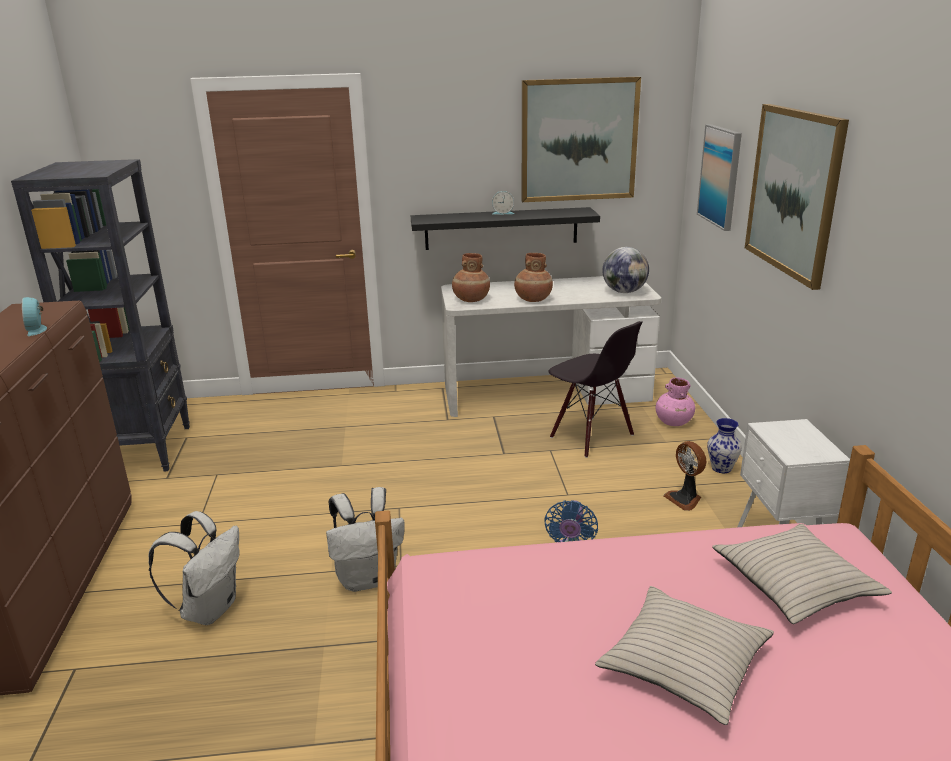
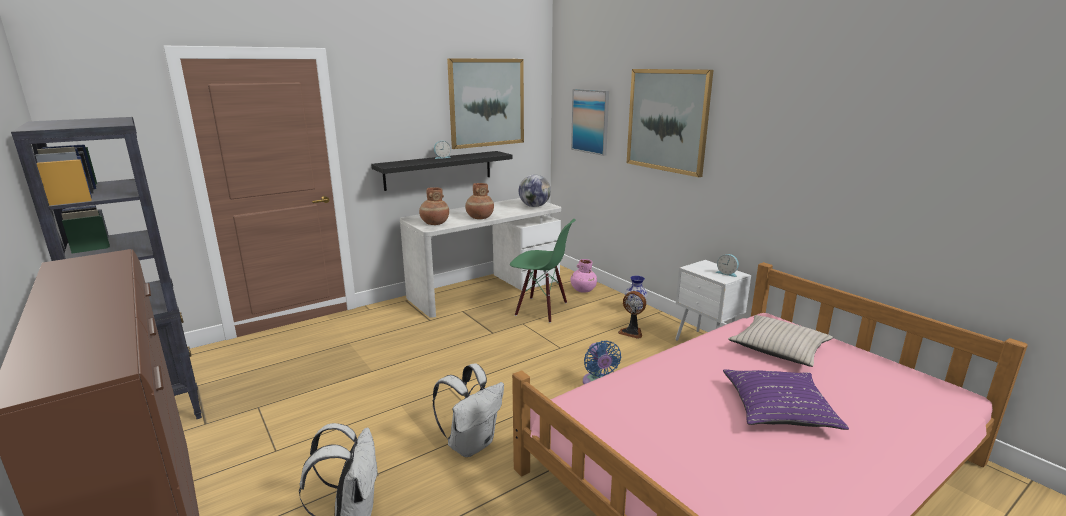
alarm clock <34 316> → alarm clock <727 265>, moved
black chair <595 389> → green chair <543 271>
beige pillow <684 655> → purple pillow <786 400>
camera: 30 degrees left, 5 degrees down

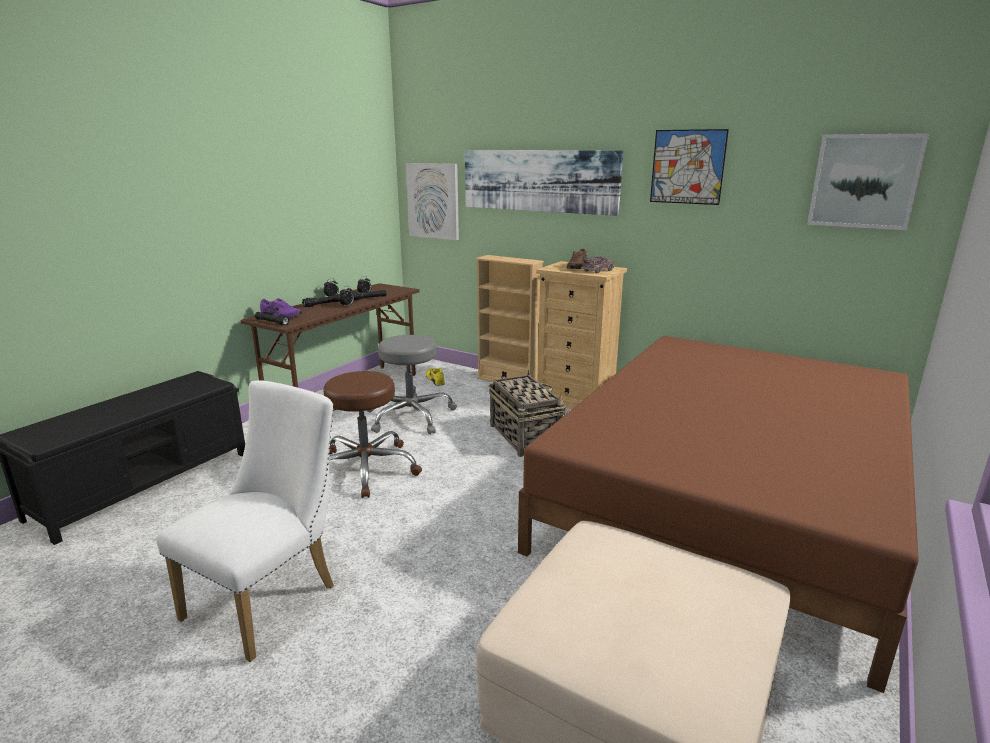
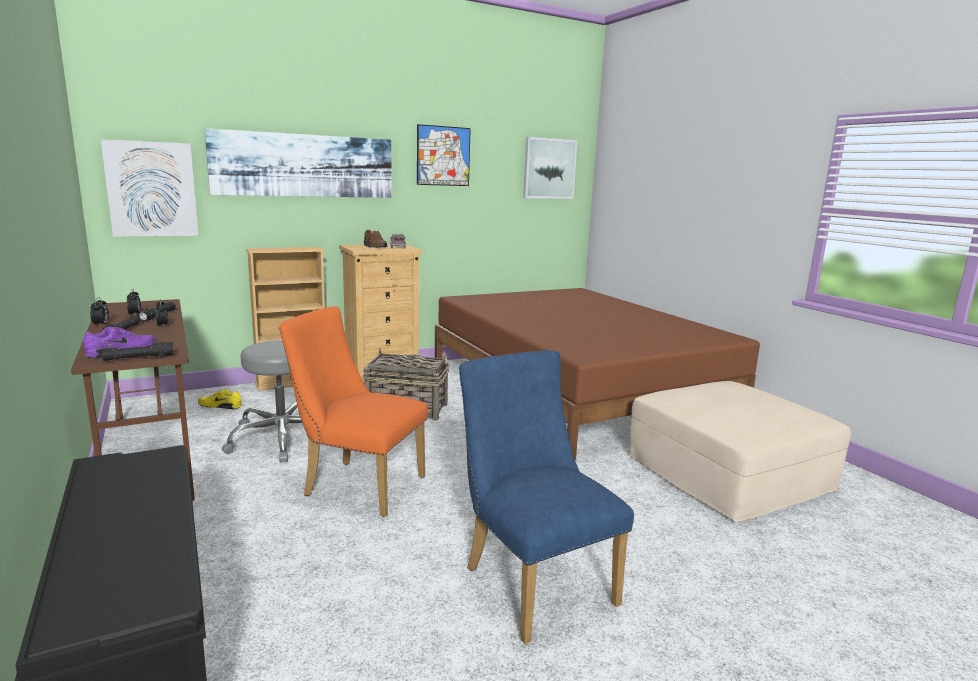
brown stool <372 434> → orange chair <353 411>
white chair <245 521> → blue chair <546 497>
camera: 60 degrees left, 5 degrees down

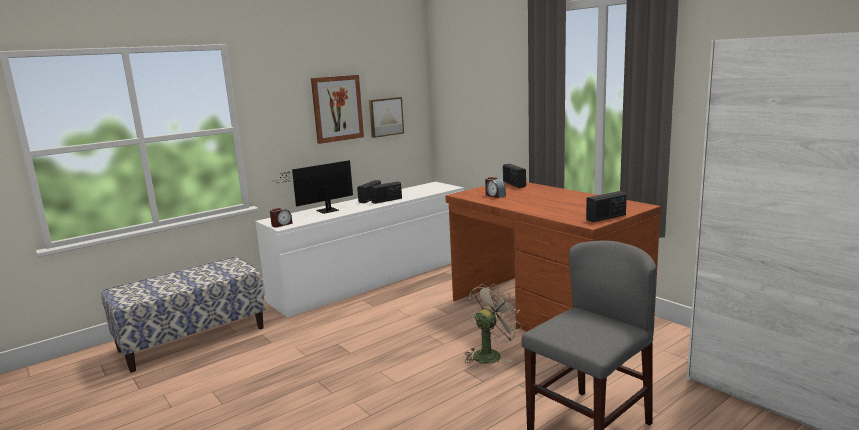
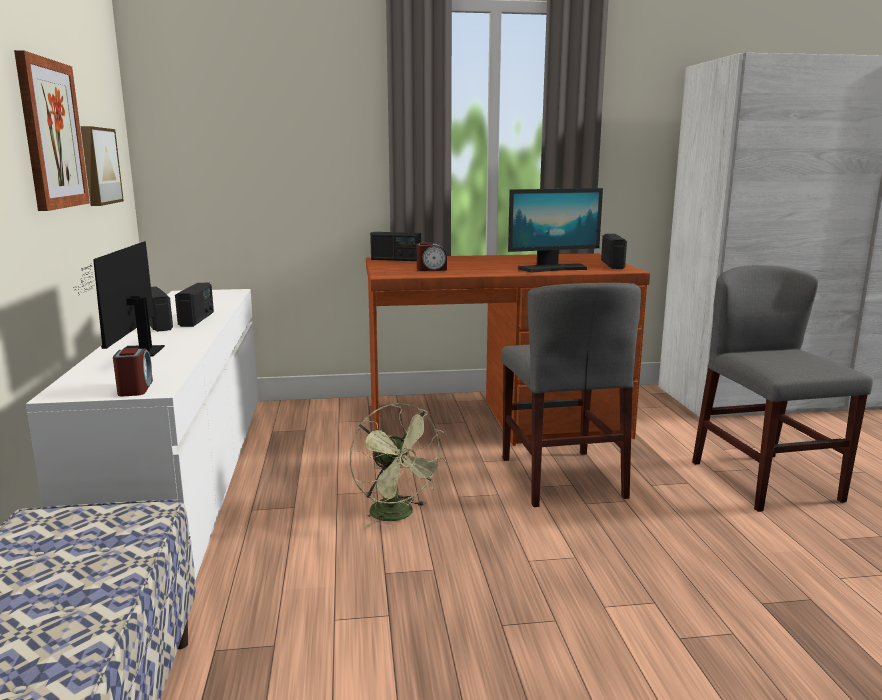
- → green fan <398 466>
- → monitor <555 230>
beige fan <493 324> → grey chair <571 395>
camera: 60 degrees left, 0 degrees up

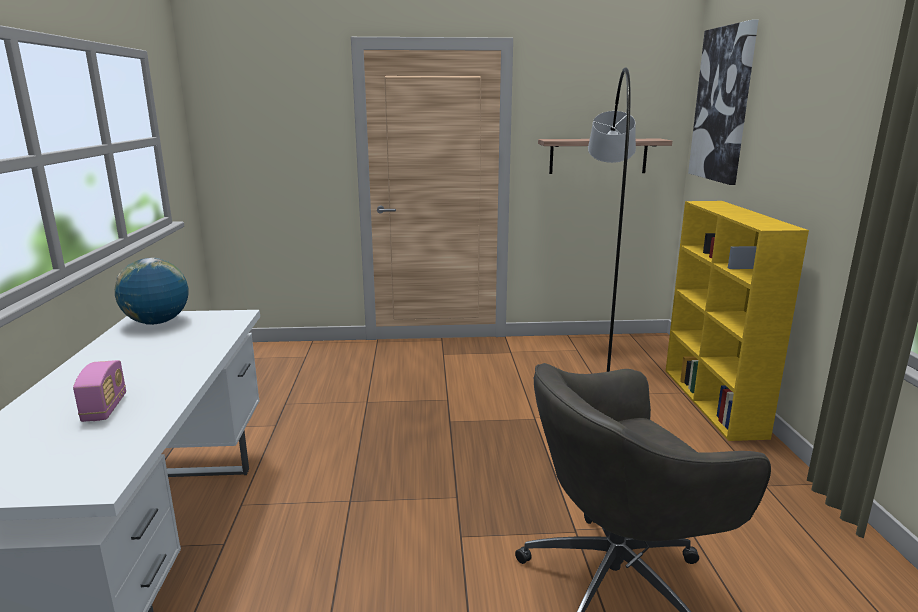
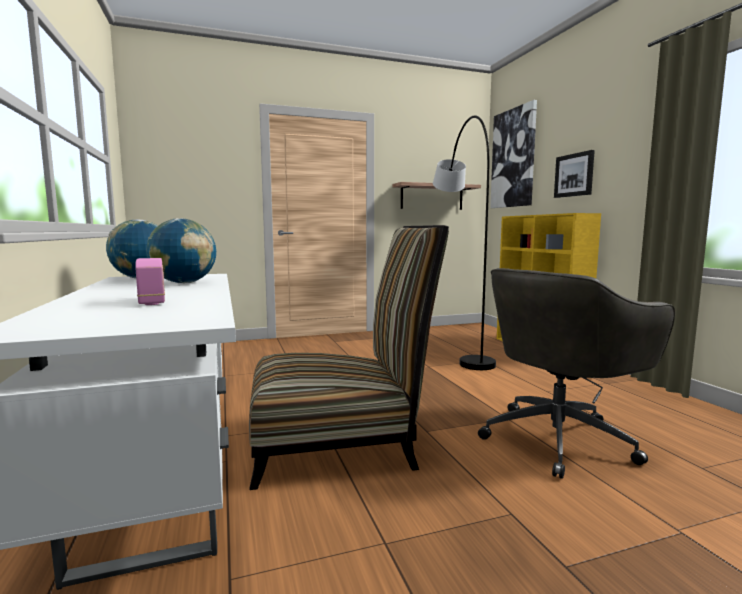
- → globe <181 250>
- → chair <349 357>
- → picture <574 174>
camera: 15 degrees left, 10 degrees down

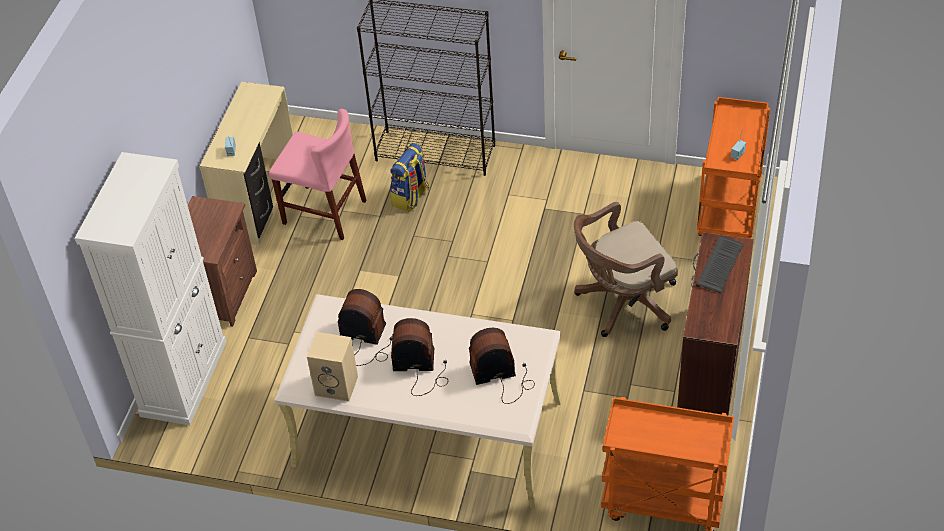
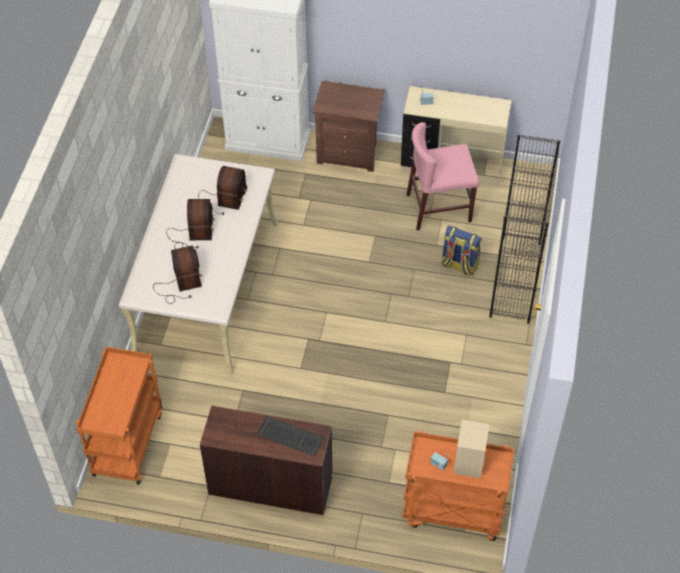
brown office chair <626 269> → -
beige speaker <332 367> → beige speaker <471 449>, moved
pink chair <318 174> → pink chair <443 176>, 60 degrees clockwise
camera: 85 degrees right, 5 degrees up

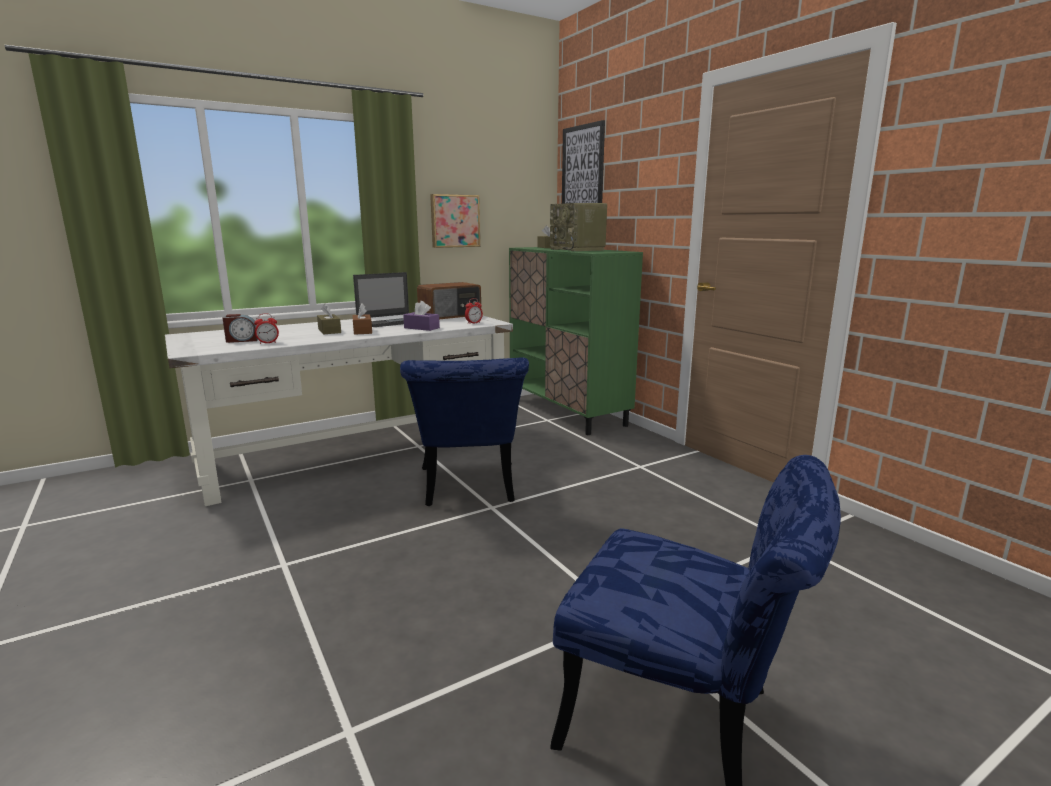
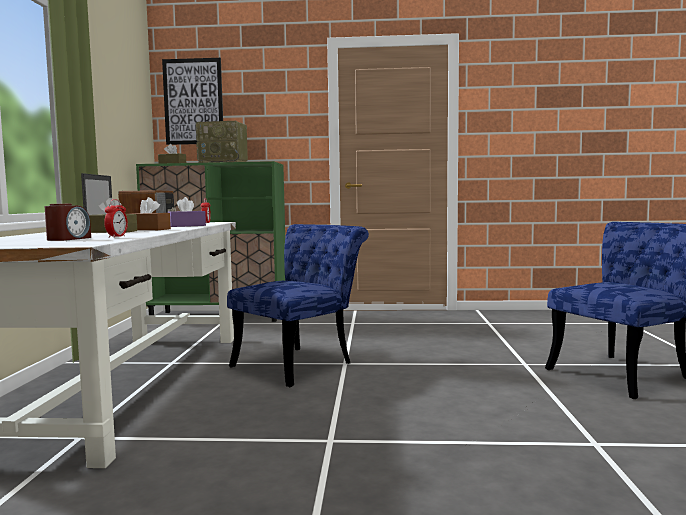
picture <455 221> → -
blue chair <464 432> → blue chair <298 305>, 75 degrees counterclockwise
camera: 55 degrees left, 10 degrees down

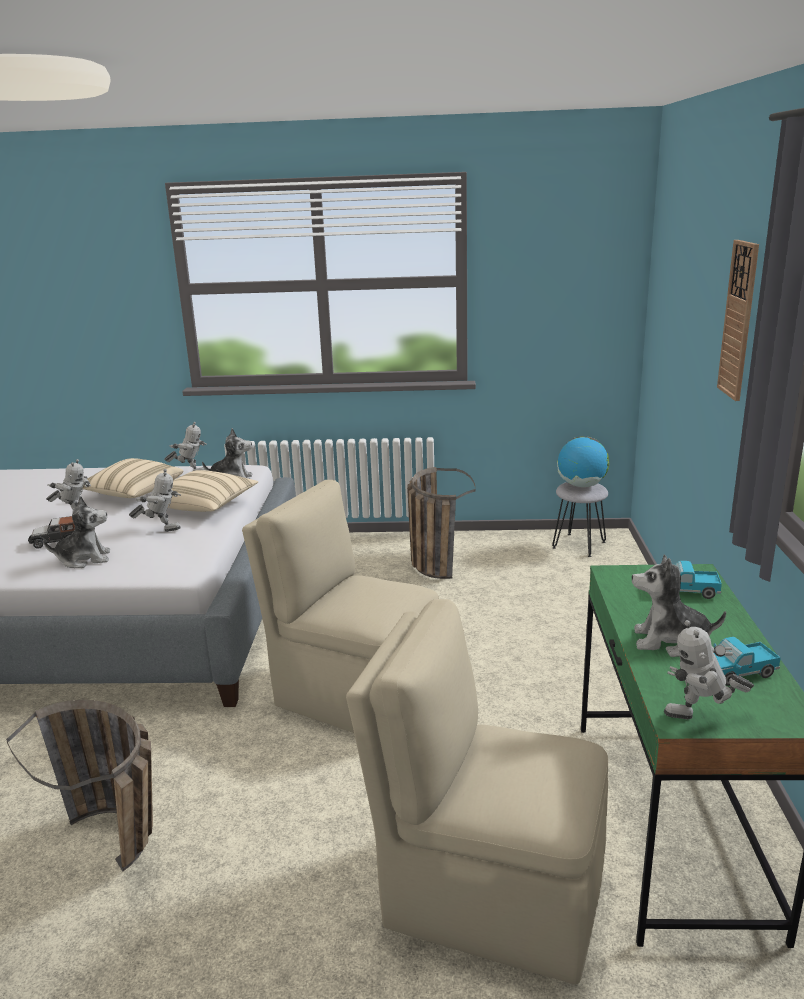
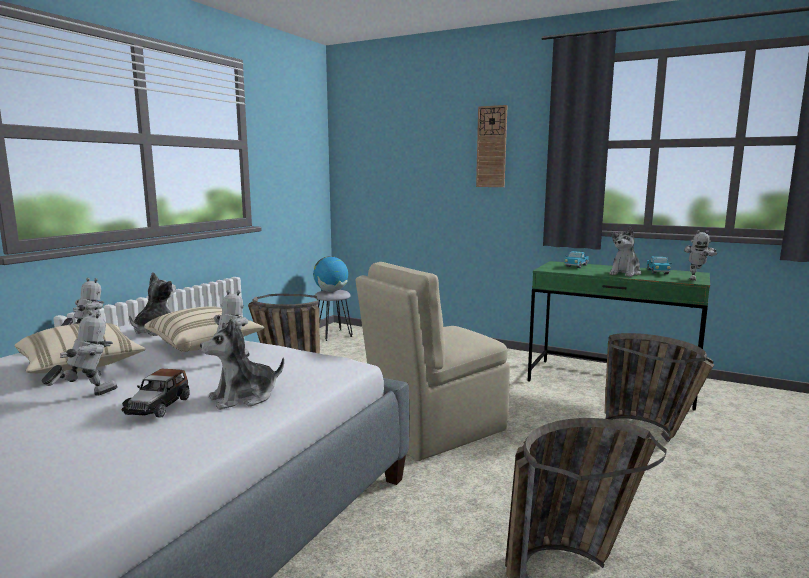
beige chair <477 792> → basket <659 387>
plush toy <76 532> → plush toy <242 364>, 135 degrees counterclockwise
camera: 65 degrees left, 10 degrees down

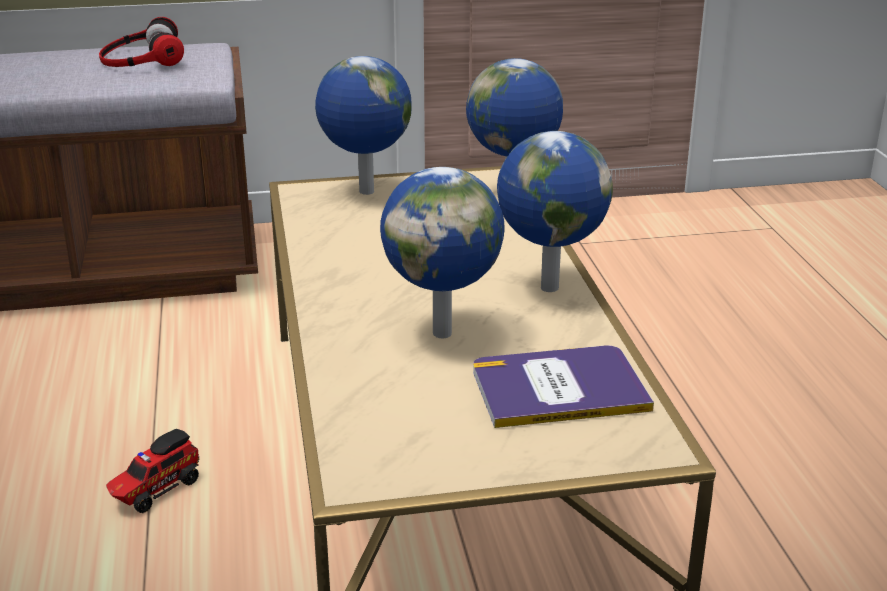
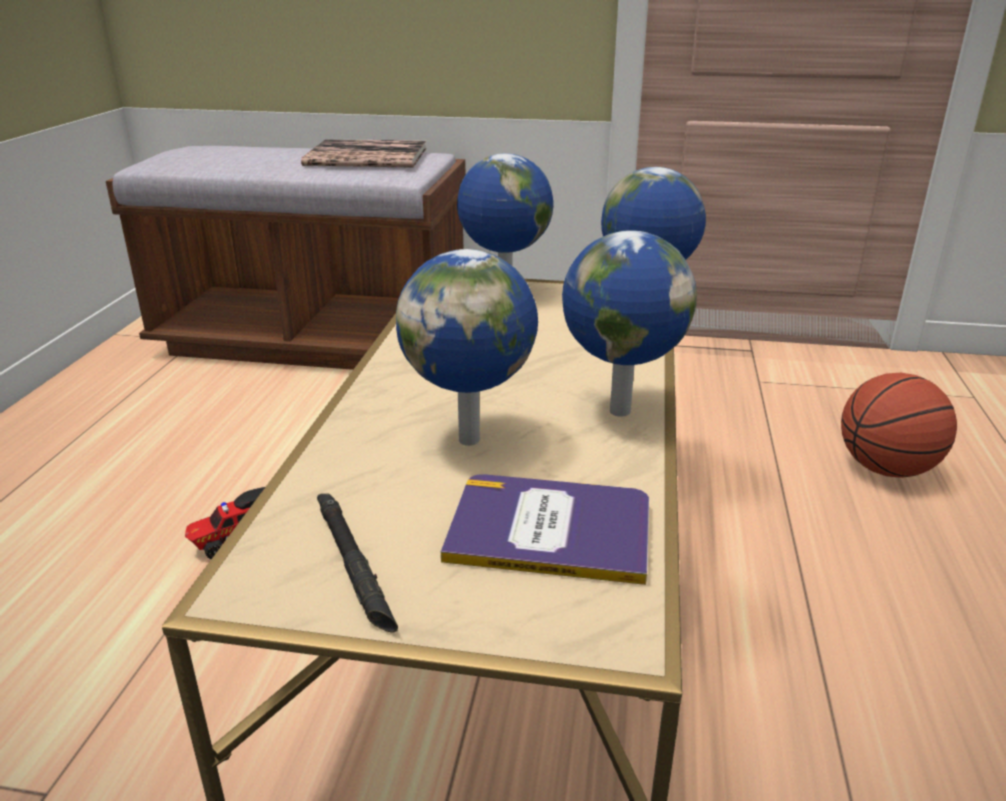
- → black flashlight <357 563>
- → basketball <899 425>
headphones <141 42> → book <364 153>
camera: 20 degrees right, 0 degrees up

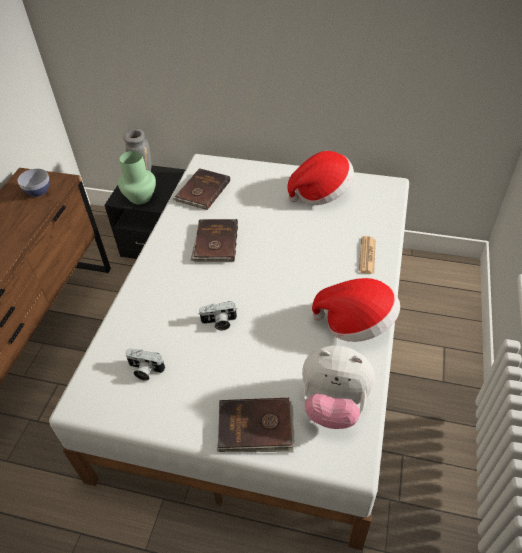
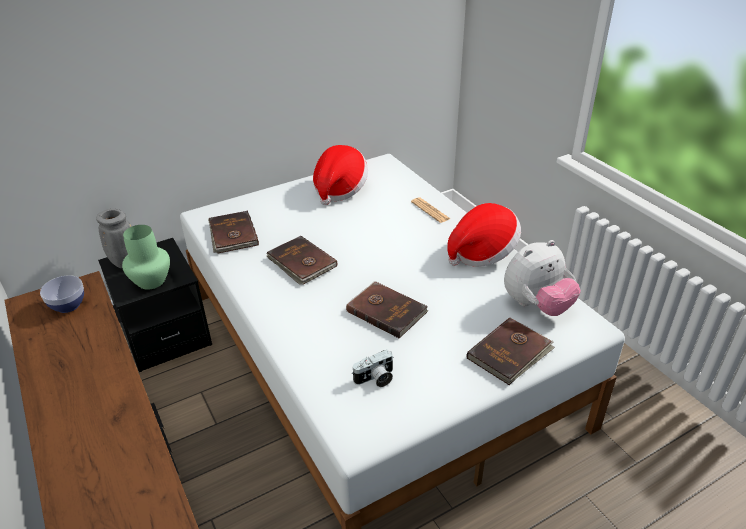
photo camera <217 316> → brown book <387 310>
camera: 45 degrees left, 10 degrees down

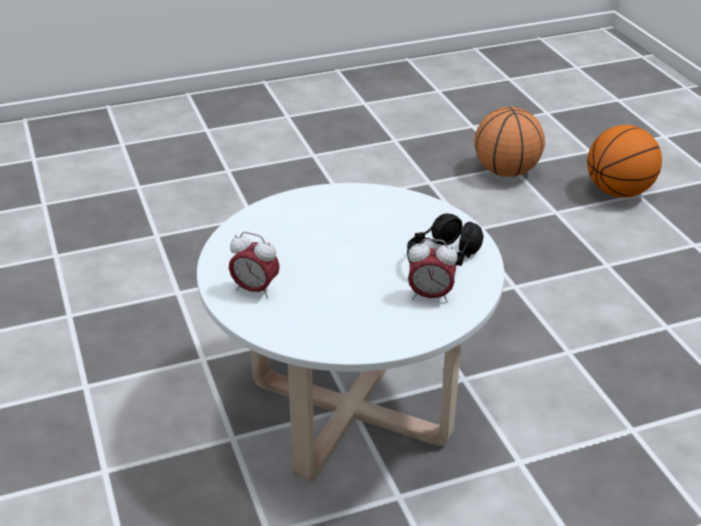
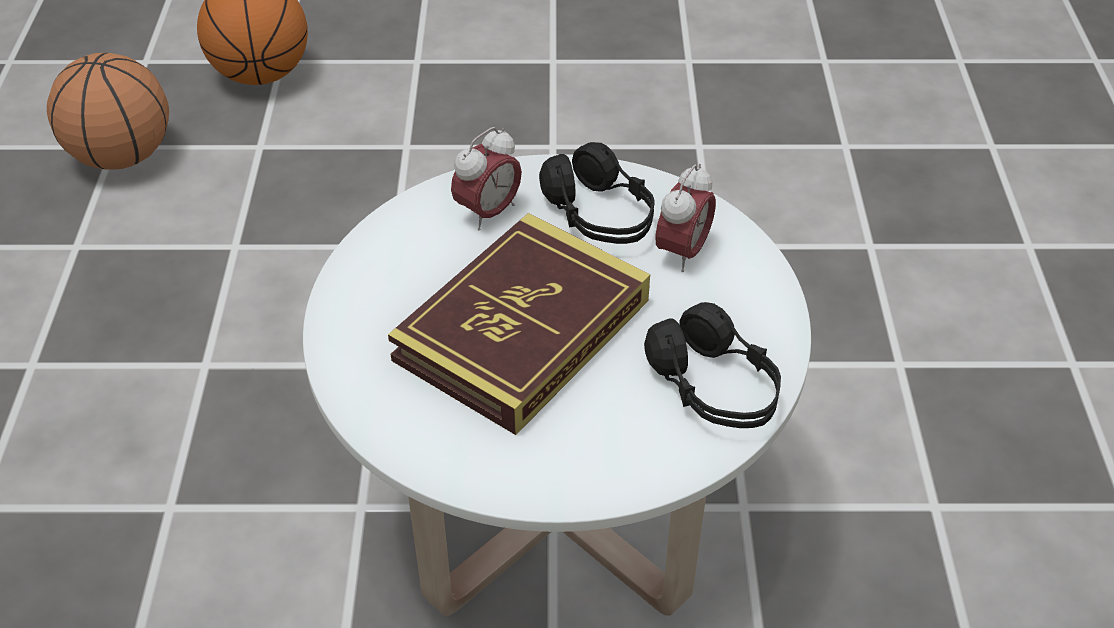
- → book <519 324>
- → black headphones <712 365>
alarm clock <254 265> → alarm clock <486 178>, moved
camera: 70 degrees left, 10 degrees up

